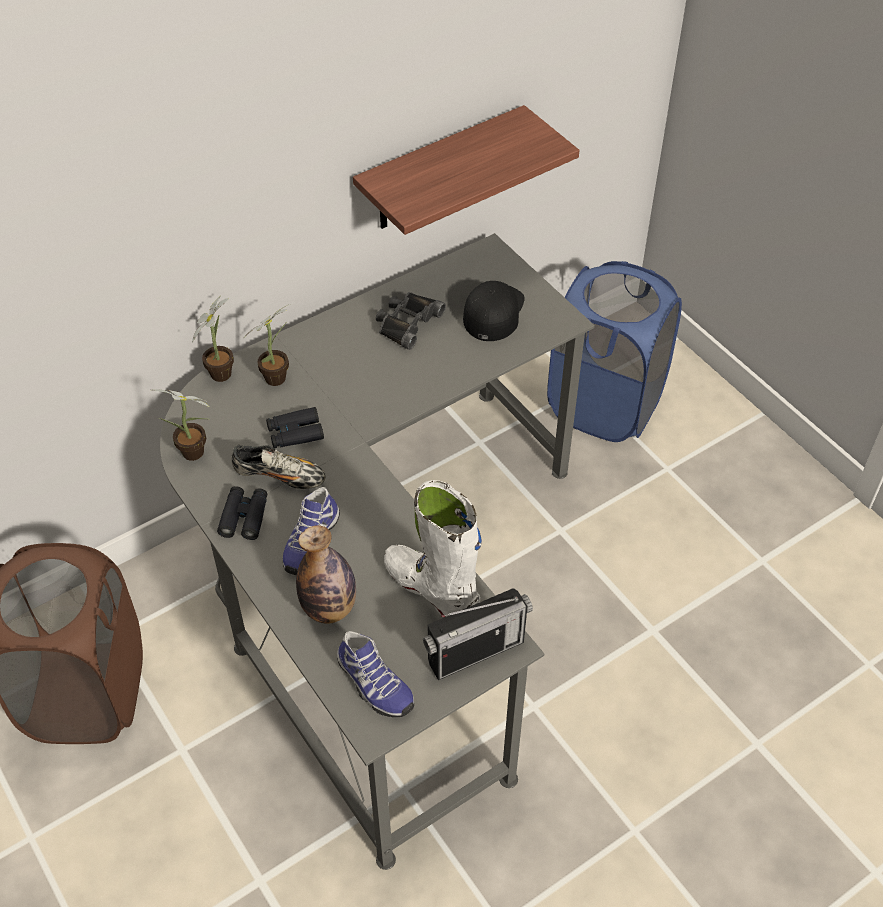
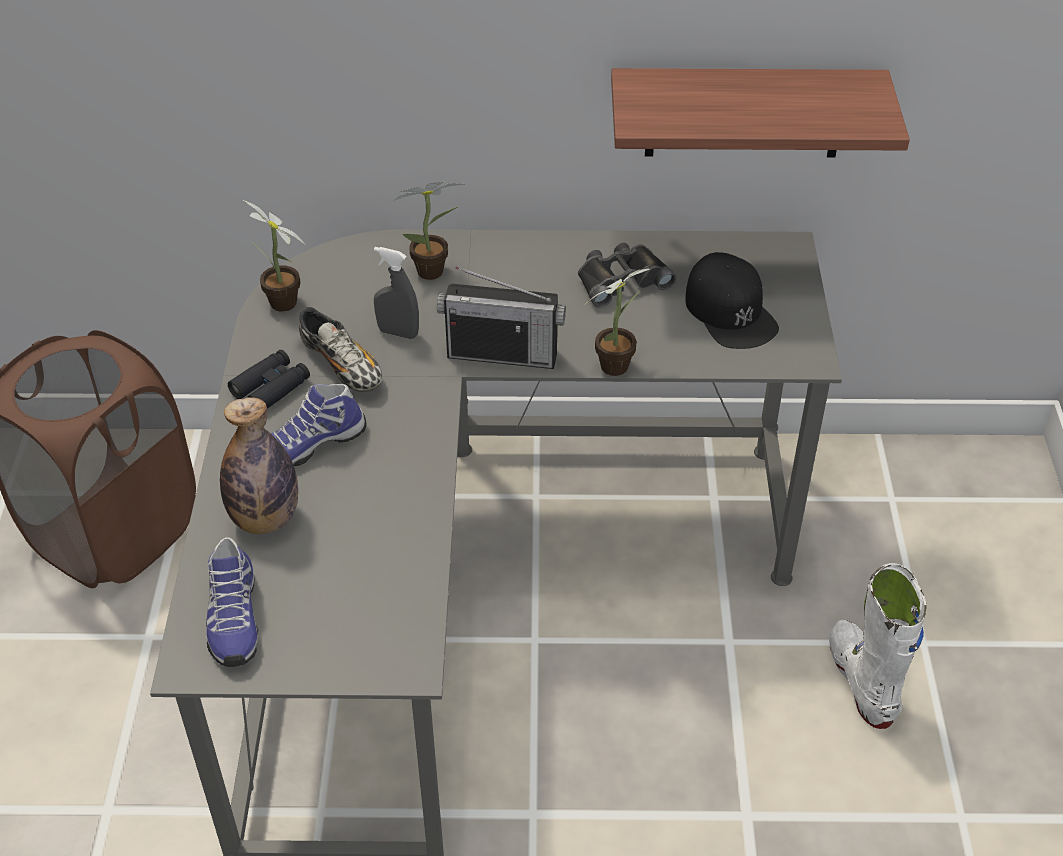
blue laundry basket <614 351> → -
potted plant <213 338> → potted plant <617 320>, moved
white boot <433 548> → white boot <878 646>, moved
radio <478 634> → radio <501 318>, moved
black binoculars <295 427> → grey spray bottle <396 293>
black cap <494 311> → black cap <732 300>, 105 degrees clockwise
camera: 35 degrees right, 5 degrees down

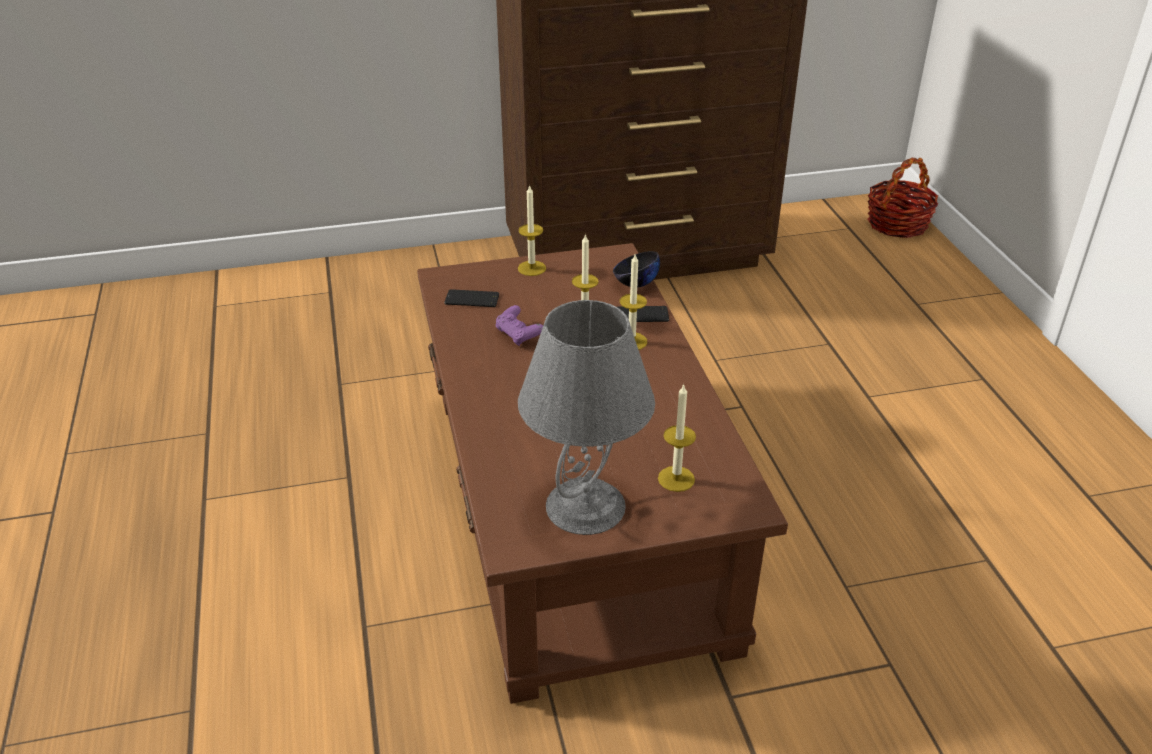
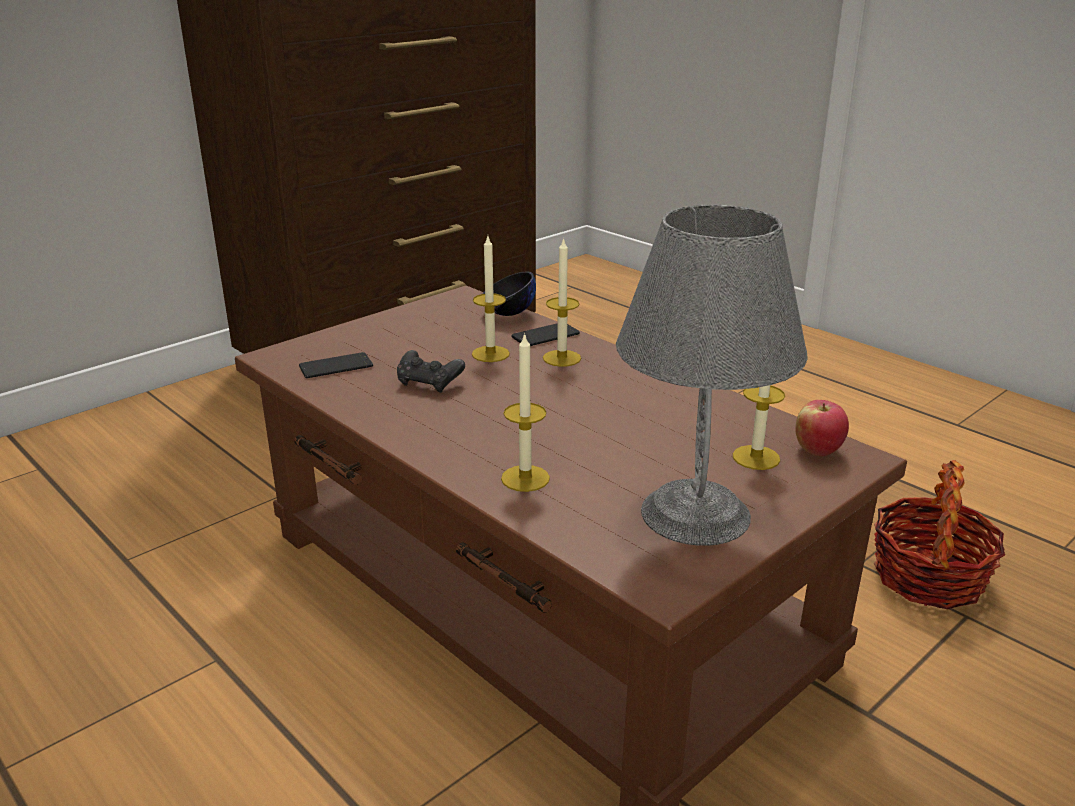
- → apple <822 428>
candle <532 230> → candle <525 412>, moved
basket <902 197> → basket <939 534>, moved
purple game controller <519 325> → black game controller <431 371>
camera: 30 degrees left, 10 degrees down

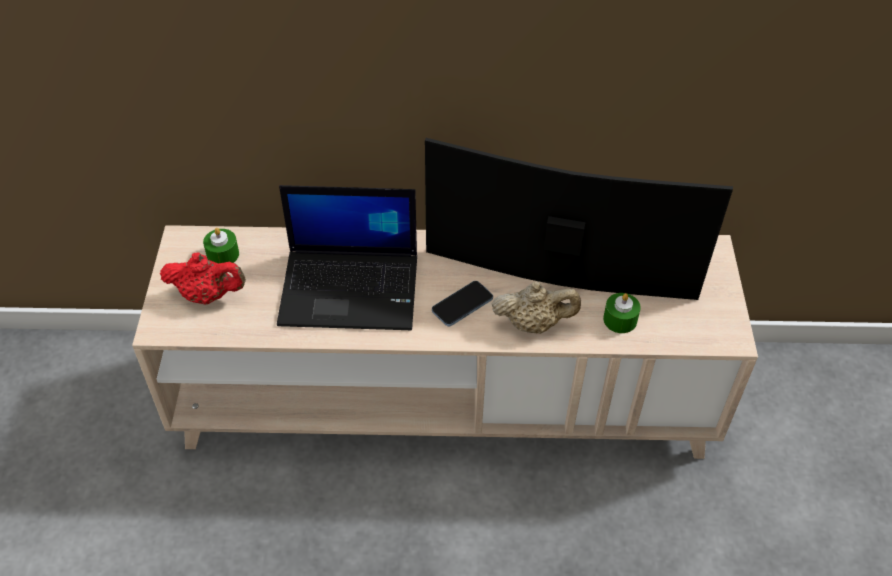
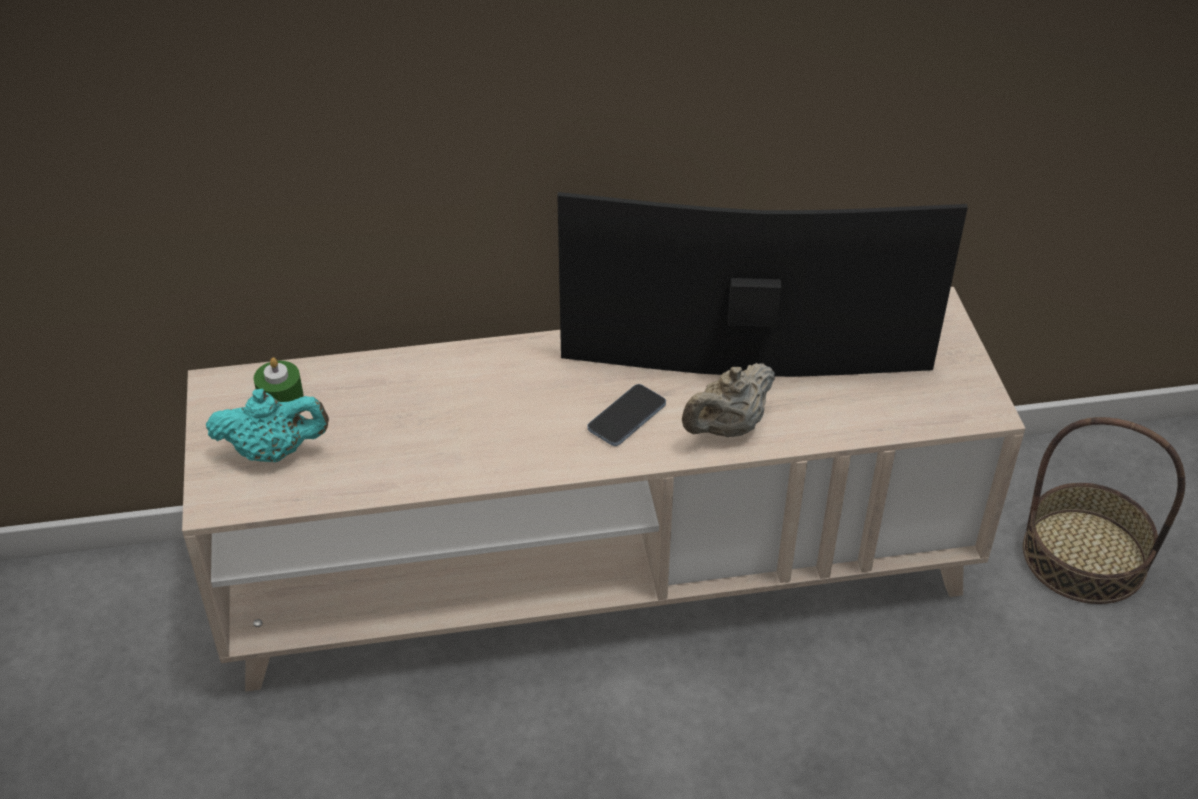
laptop <347 257> → -
green candle <622 313> → -
- → basket <1104 510>
red teapot <203 279> → turquoise teapot <267 425>
beige teapot <536 308> → beige teapot <728 400>, 150 degrees clockwise
camera: 10 degrees left, 5 degrees down

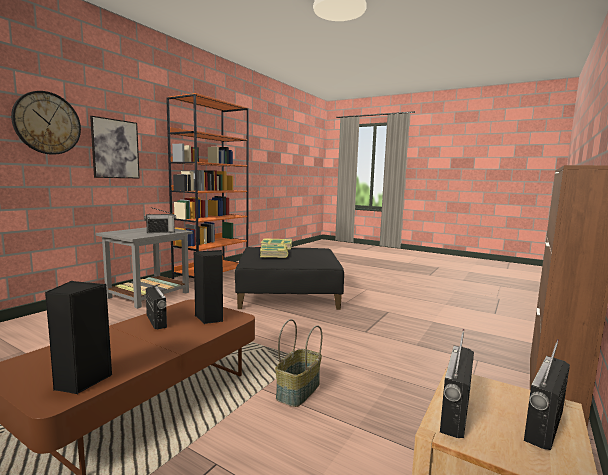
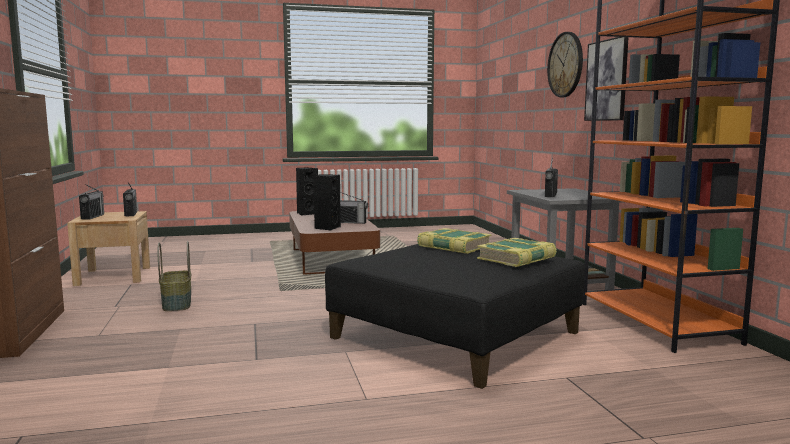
basket <298 363> → basket <174 276>, moved
camera: 135 degrees right, 0 degrees up

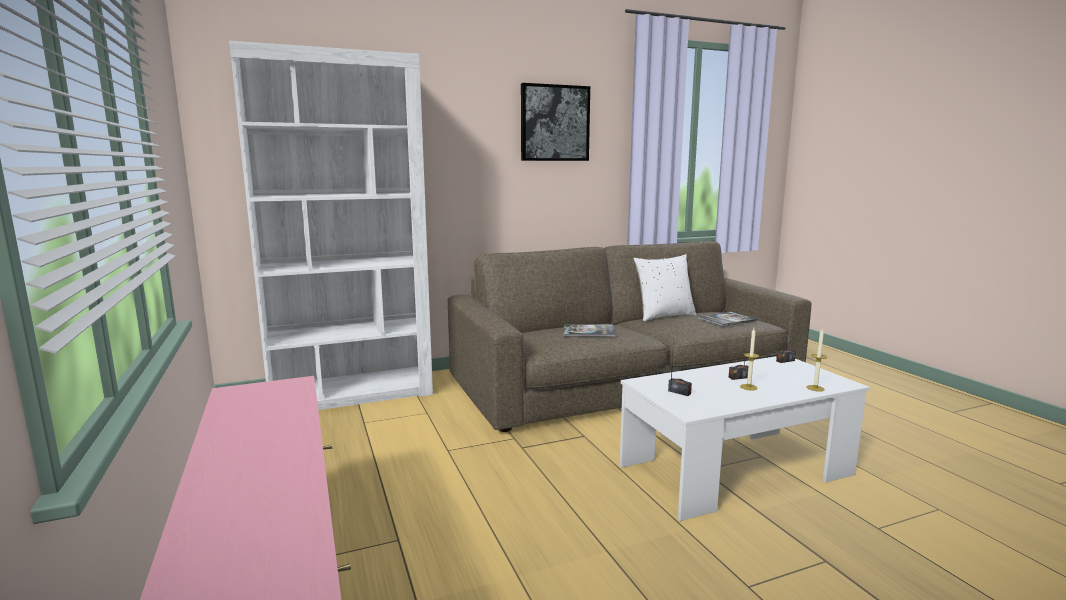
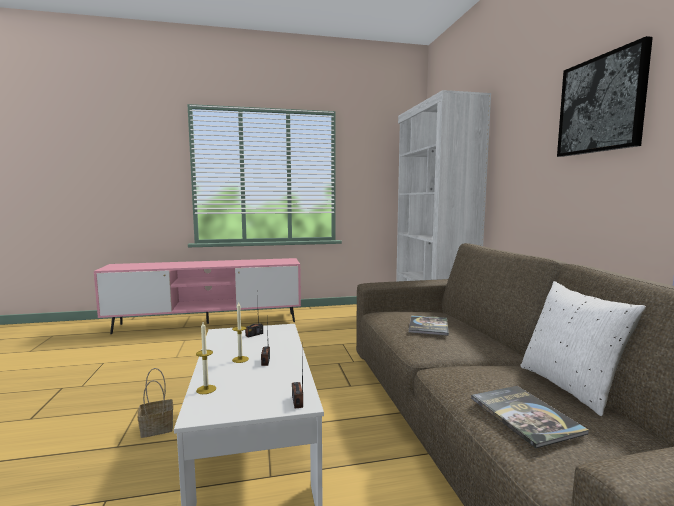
- → basket <155 403>
camera: 100 degrees right, 5 degrees down

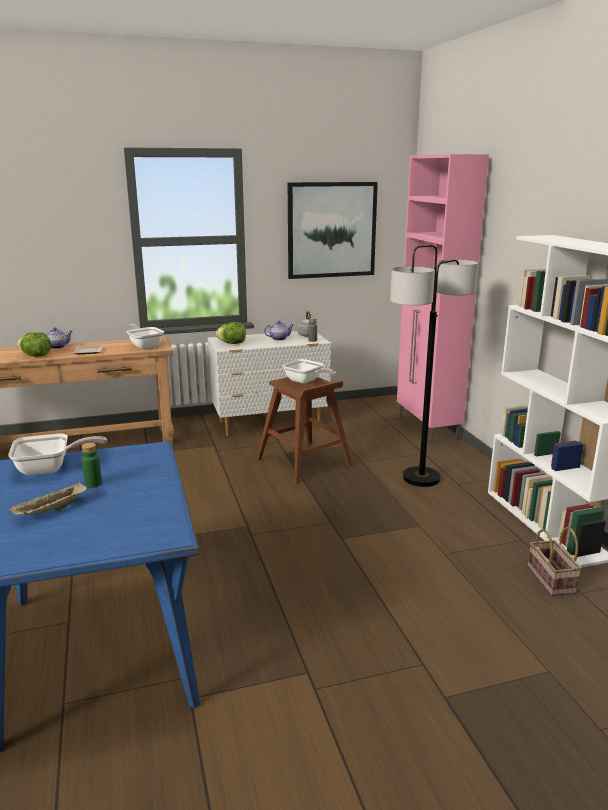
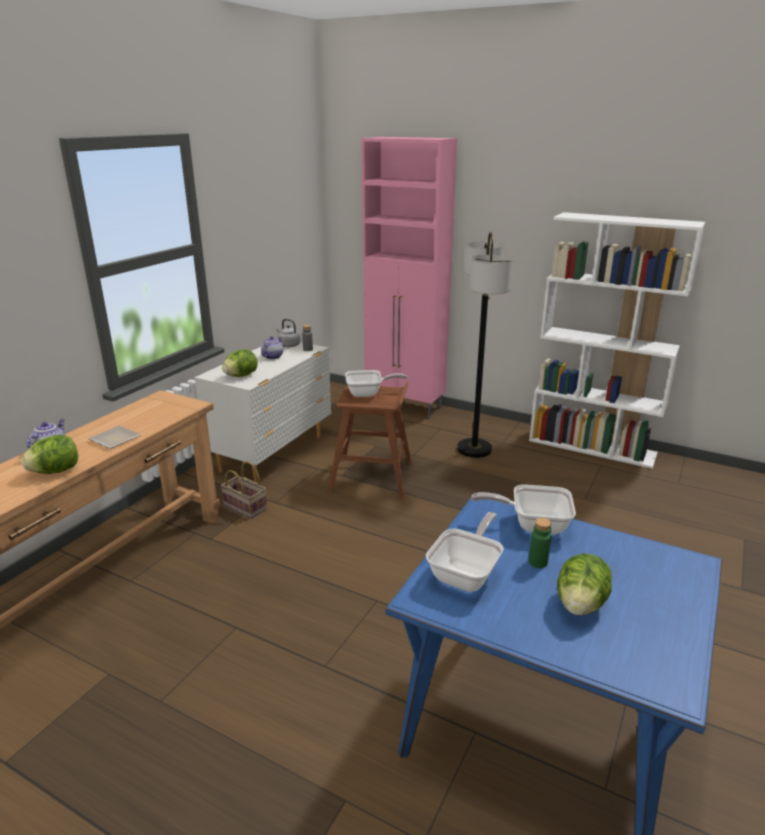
picture <333 230> → -
frying pan <145 336> → frying pan <523 509>, moved
basket <555 561> → basket <244 490>, moved
beige tray <48 498> → lettuce <584 584>
camera: 45 degrees left, 5 degrees up

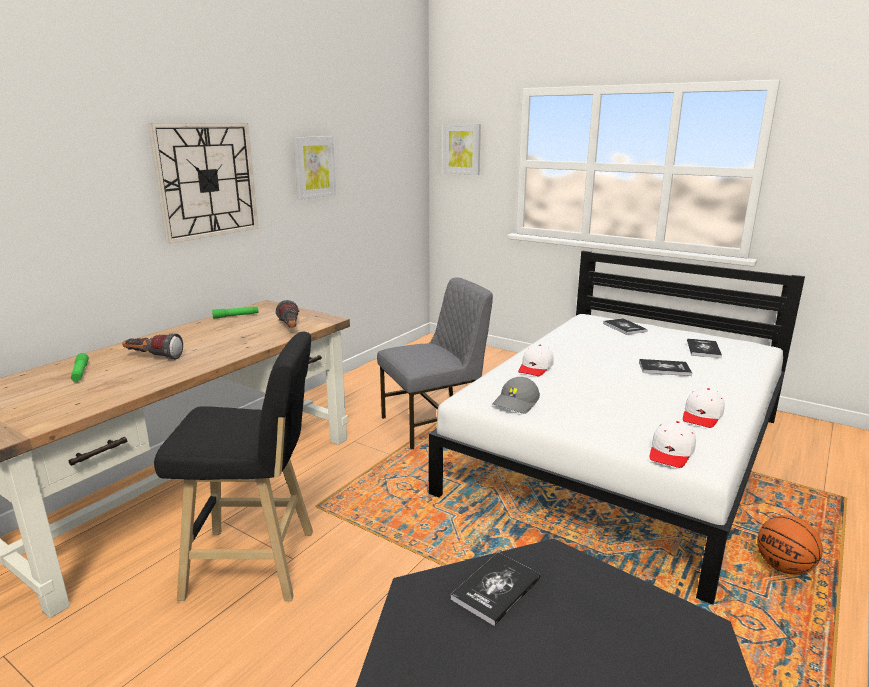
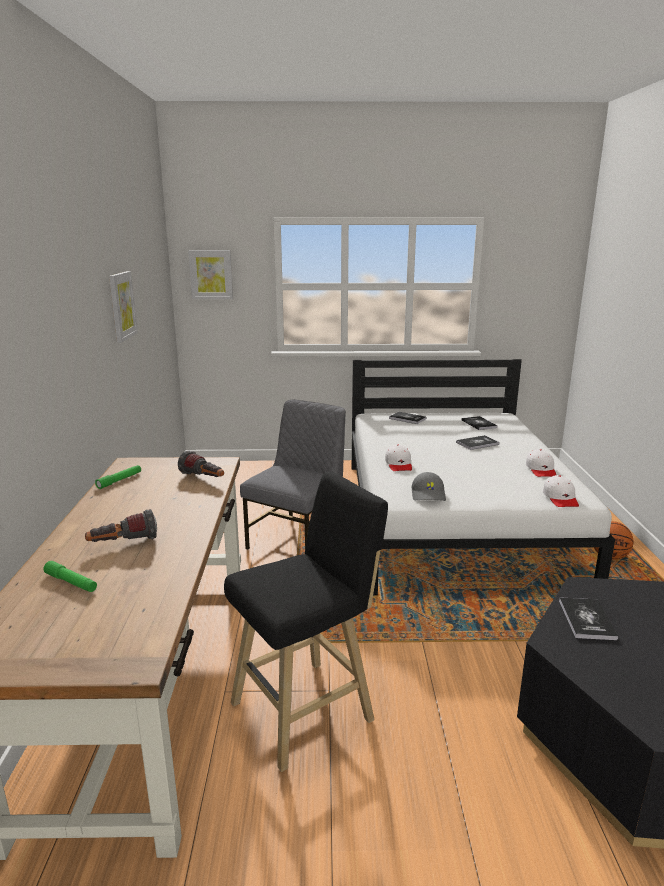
wall clock <203 183> → -
camera: 35 degrees left, 0 degrees up

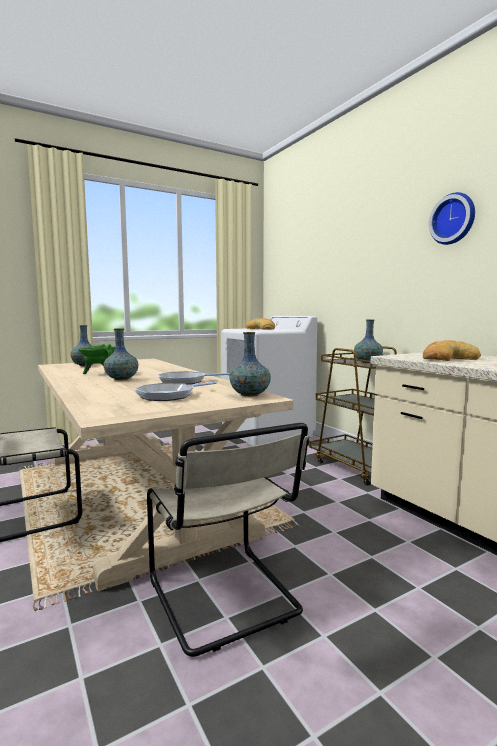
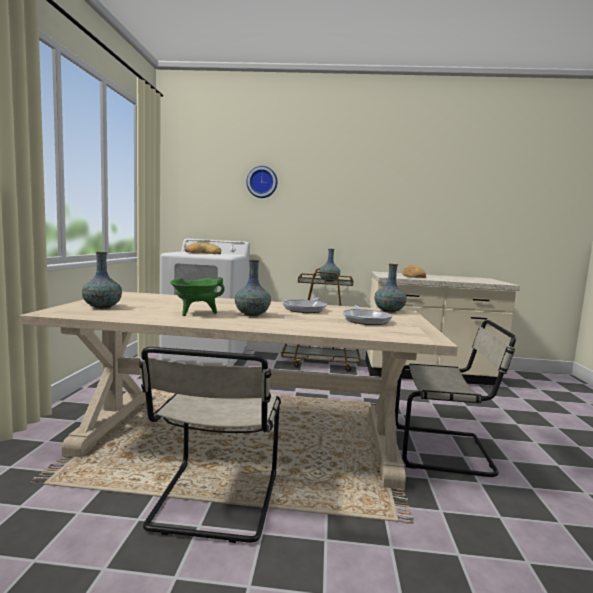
wall clock <452 218> → wall clock <262 182>, moved
camera: 55 degrees left, 0 degrees up

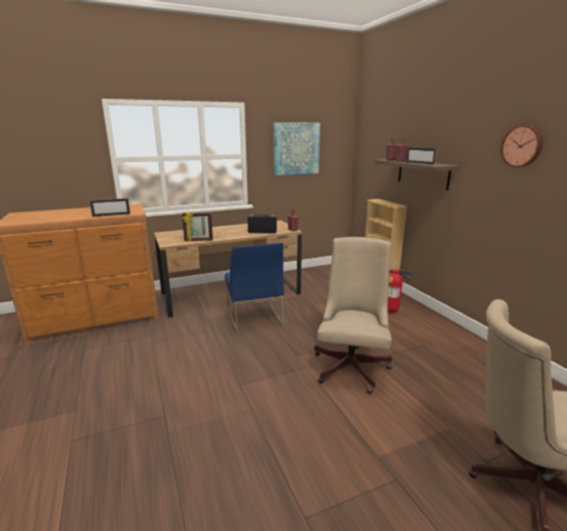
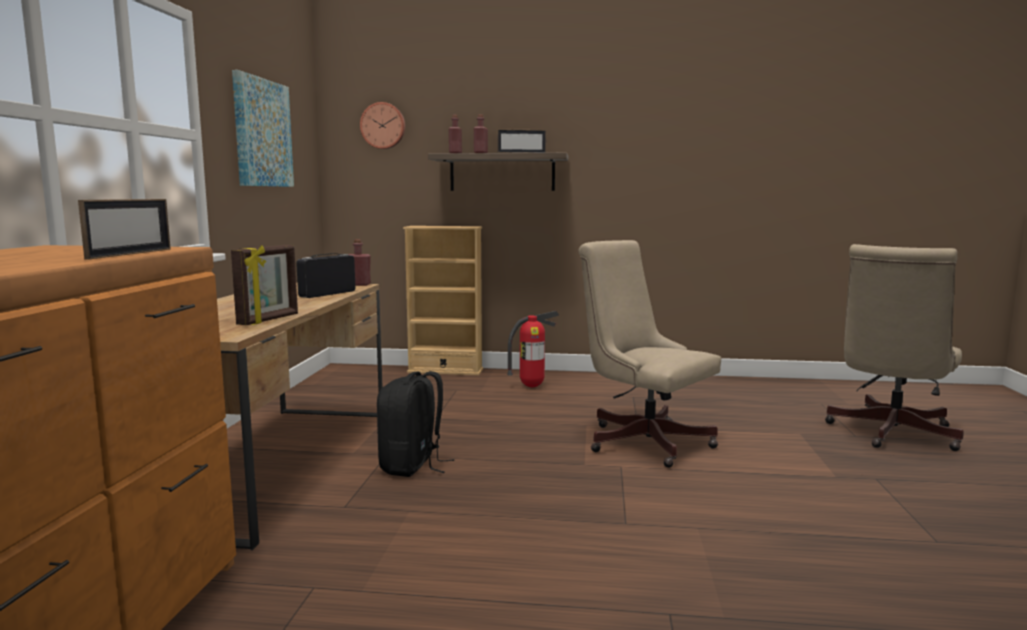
wall clock <521 146> → wall clock <382 125>, moved
blue chair <254 288> → black backpack <415 424>
camera: 60 degrees left, 10 degrees down

